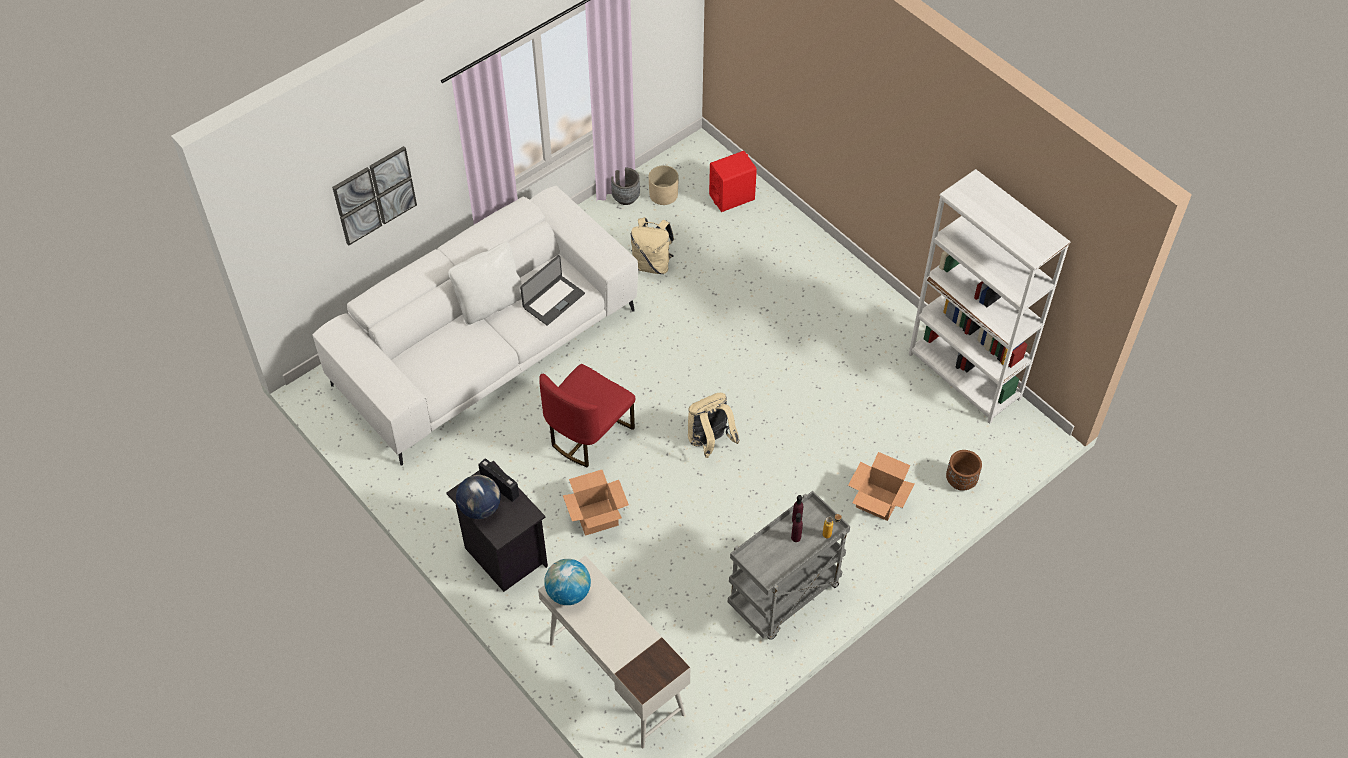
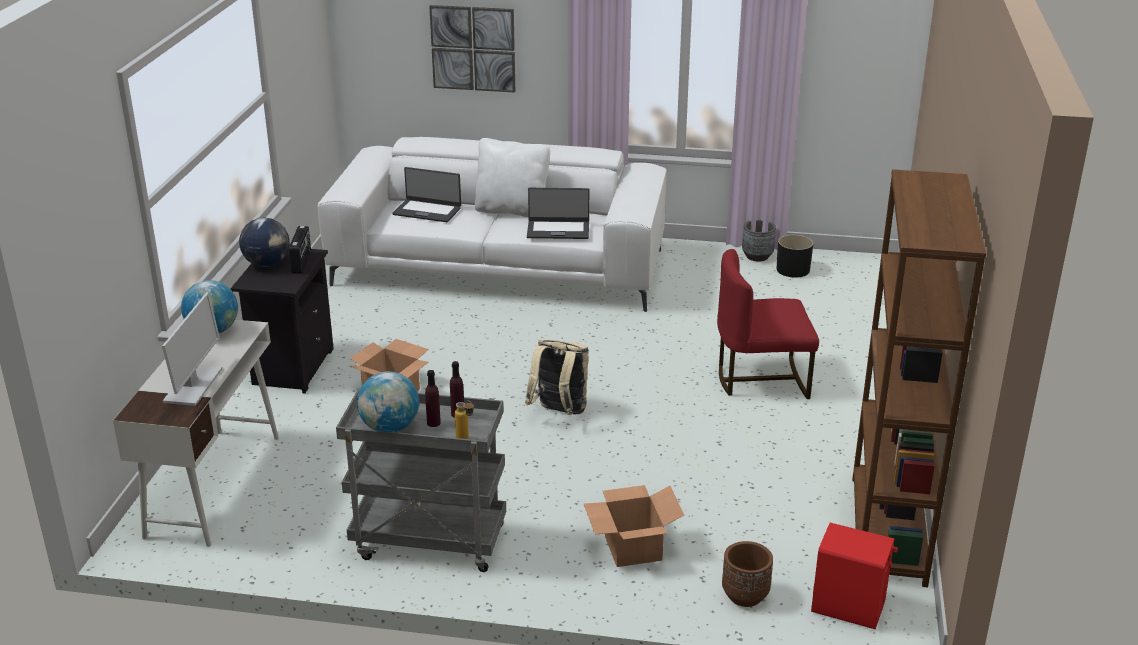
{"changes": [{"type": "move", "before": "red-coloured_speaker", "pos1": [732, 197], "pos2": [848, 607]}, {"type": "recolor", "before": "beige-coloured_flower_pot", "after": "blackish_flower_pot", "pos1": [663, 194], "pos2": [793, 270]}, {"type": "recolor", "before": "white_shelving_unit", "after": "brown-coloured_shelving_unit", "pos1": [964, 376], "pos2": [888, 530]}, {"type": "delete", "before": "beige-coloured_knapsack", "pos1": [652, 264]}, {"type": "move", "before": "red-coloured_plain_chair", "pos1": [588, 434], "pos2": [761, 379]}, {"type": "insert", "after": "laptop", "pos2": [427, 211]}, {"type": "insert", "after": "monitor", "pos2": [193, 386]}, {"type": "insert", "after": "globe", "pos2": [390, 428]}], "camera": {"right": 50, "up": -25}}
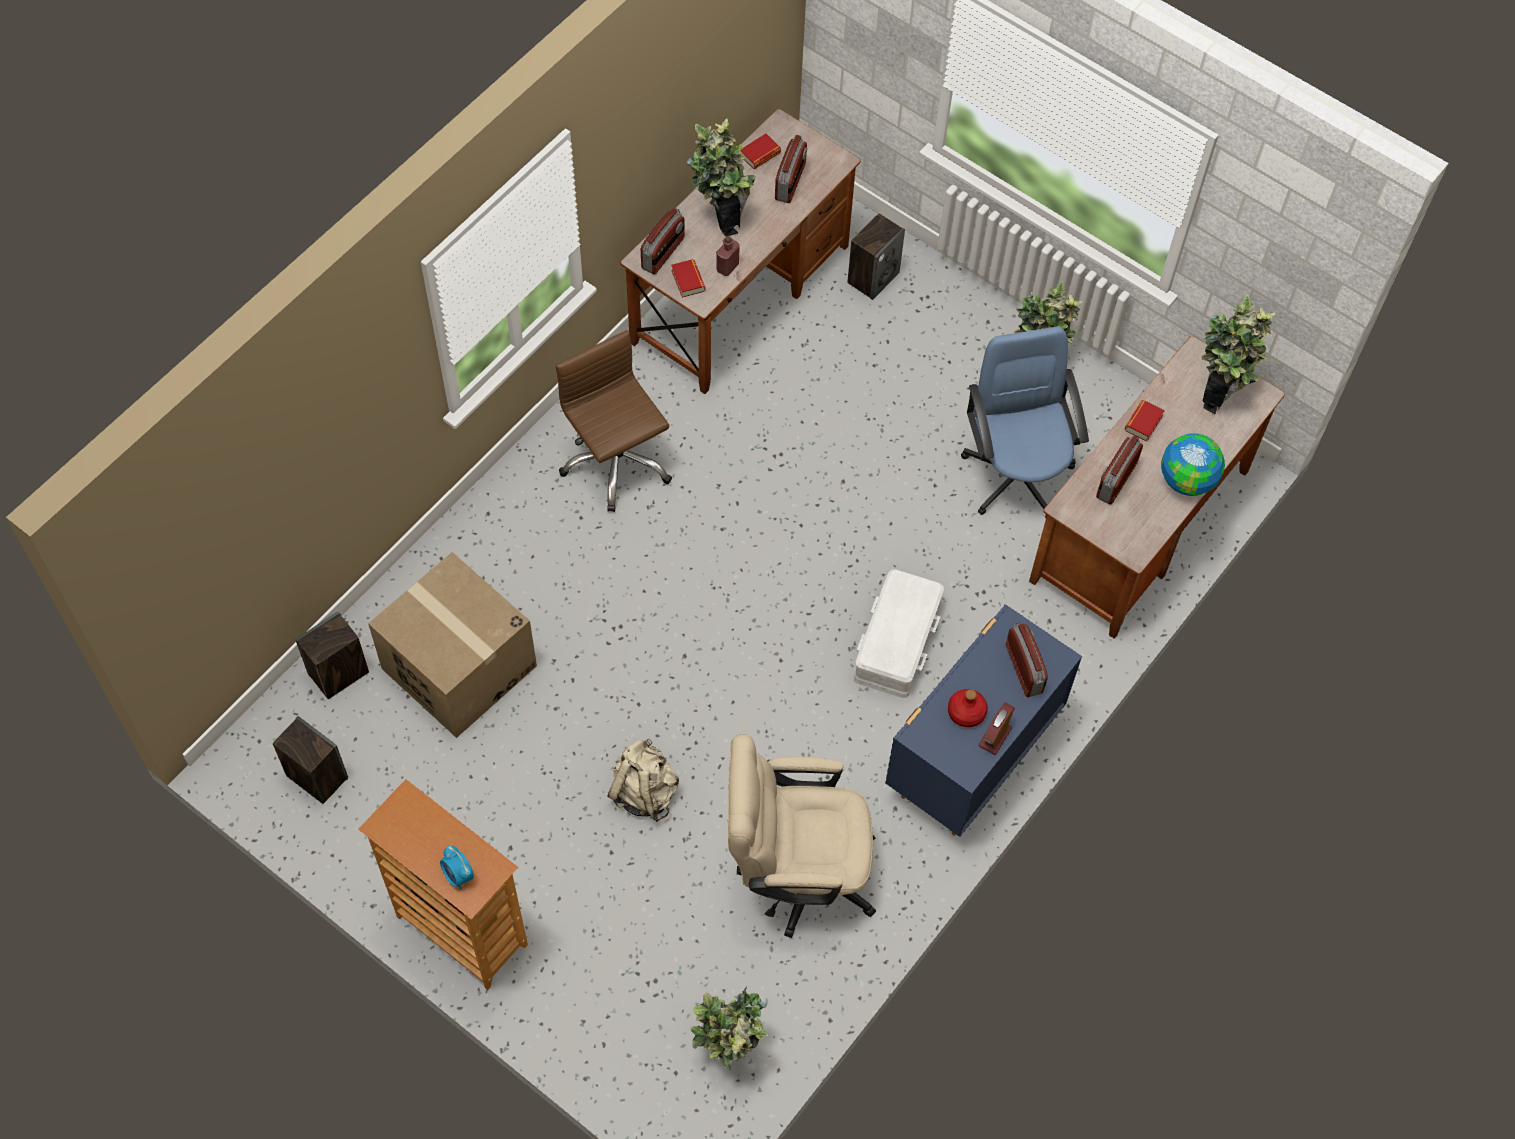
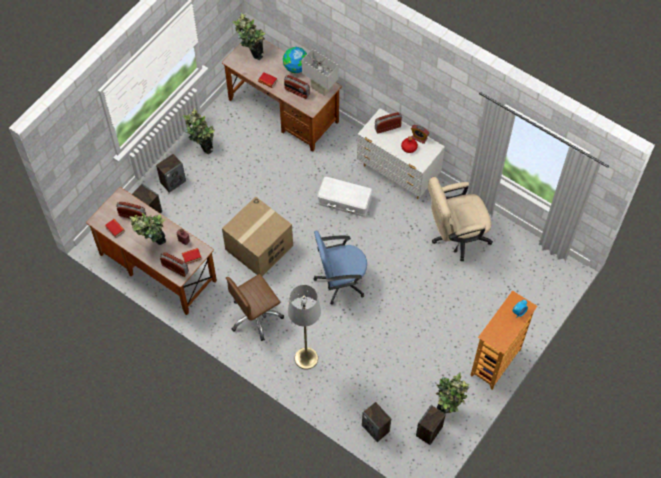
{"changes": [{"type": "move", "before": "blue-coloured_computer_chair", "pos1": [1017, 474], "pos2": [340, 281]}, {"type": "move", "before": "cardboard_box", "pos1": [458, 667], "pos2": [259, 247]}, {"type": "recolor", "before": "blue-coloured_chest_of_drawers", "after": "white_chest_of_drawers", "pos1": [971, 759], "pos2": [398, 174]}, {"type": "rotate", "before": "beige-coloured_computer_chair", "pos1": [795, 873], "pos2": [455, 236], "turn": 75}, {"type": "delete", "before": "beige-coloured_knapsack", "pos1": [644, 792]}, {"type": "move", "before": "potted_plant", "pos1": [729, 1052], "pos2": [448, 407]}, {"type": "insert", "after": "white_table_lamp", "pos2": [320, 88]}, {"type": "insert", "after": "speaker", "pos2": [173, 181]}, {"type": "insert", "after": "greyish_standard_lamp", "pos2": [306, 358]}], "camera": {"right": -90, "up": 0}}
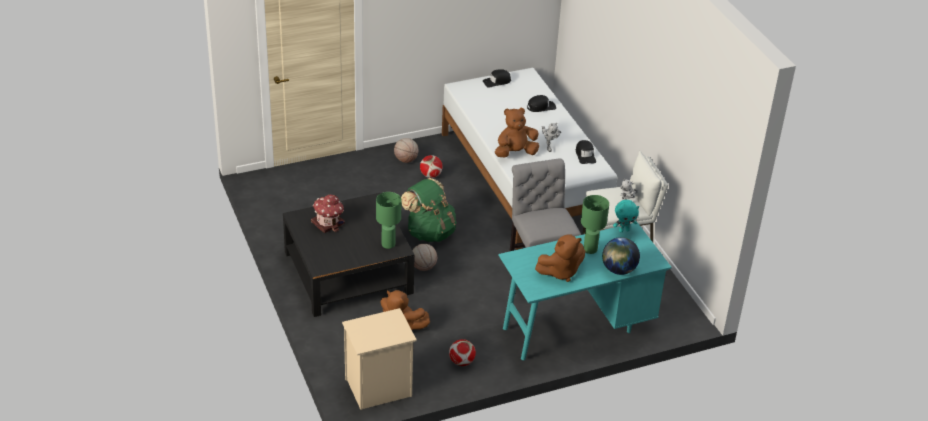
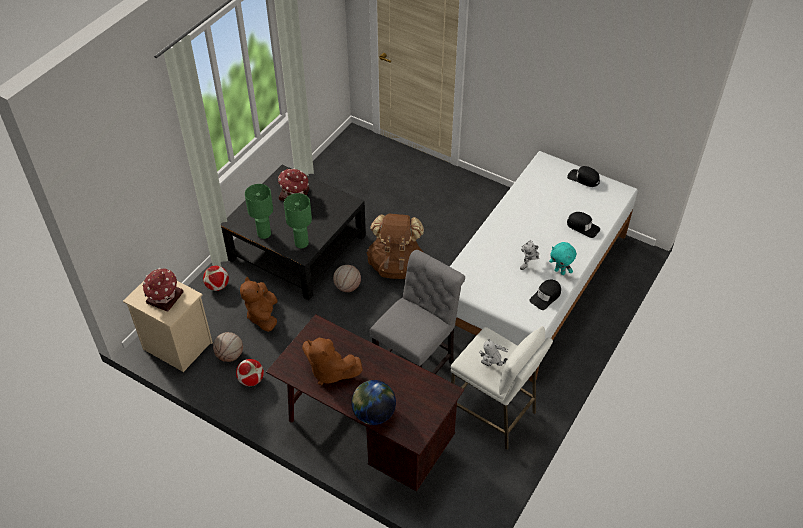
{"changes": [{"type": "delete", "before": "brown-coloured_plush_toy", "pos1": [515, 153]}, {"type": "move", "before": "basketball_ball", "pos1": [406, 160], "pos2": [230, 355]}, {"type": "move", "before": "football_ball", "pos1": [431, 175], "pos2": [217, 286]}, {"type": "recolor", "before": "green_knapsack", "after": "brown-coloured_knapsack", "pos1": [429, 232], "pos2": [396, 265]}, {"type": "move", "before": "green_table_lamp", "pos1": [590, 250], "pos2": [264, 234]}, {"type": "move", "before": "turquoise-coloured_plush_toy", "pos1": [624, 230], "pos2": [560, 271]}, {"type": "recolor", "before": "turquoise-coloured_desk_table", "after": "brown-coloured_desk_table", "pos1": [576, 328], "pos2": [366, 436]}, {"type": "insert", "after": "miniature_house", "pos2": [164, 298]}], "camera": {"right": 55, "up": 10}}
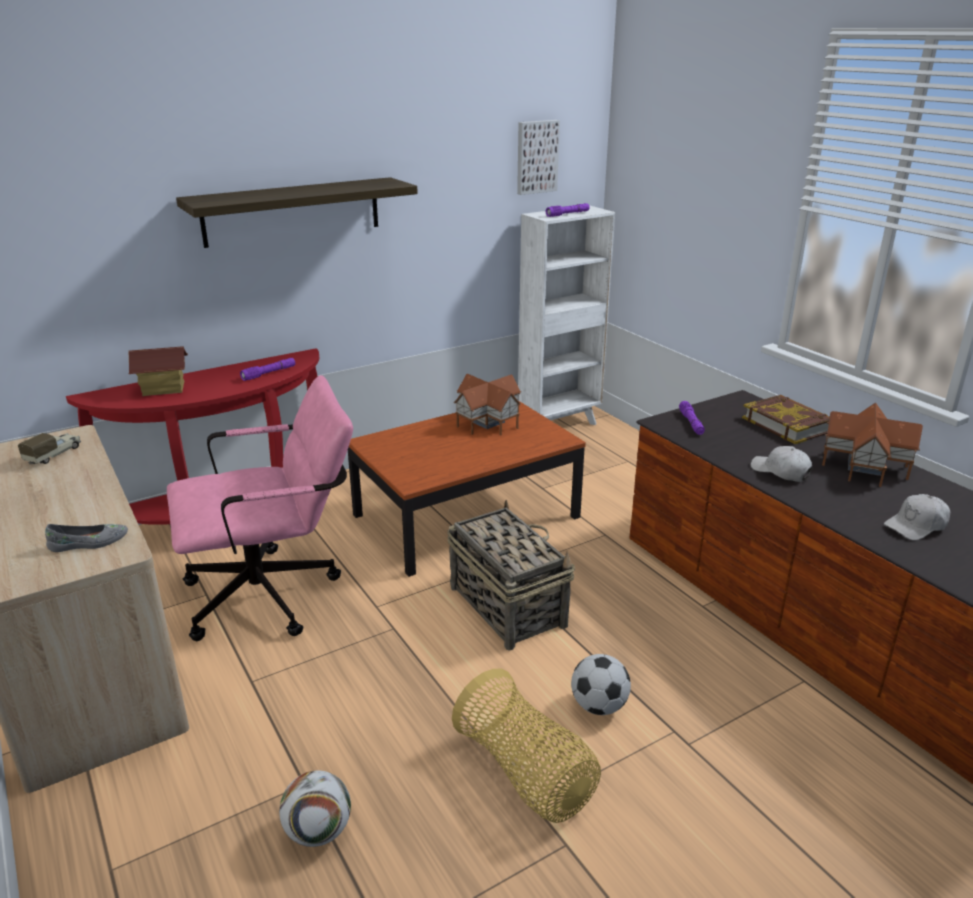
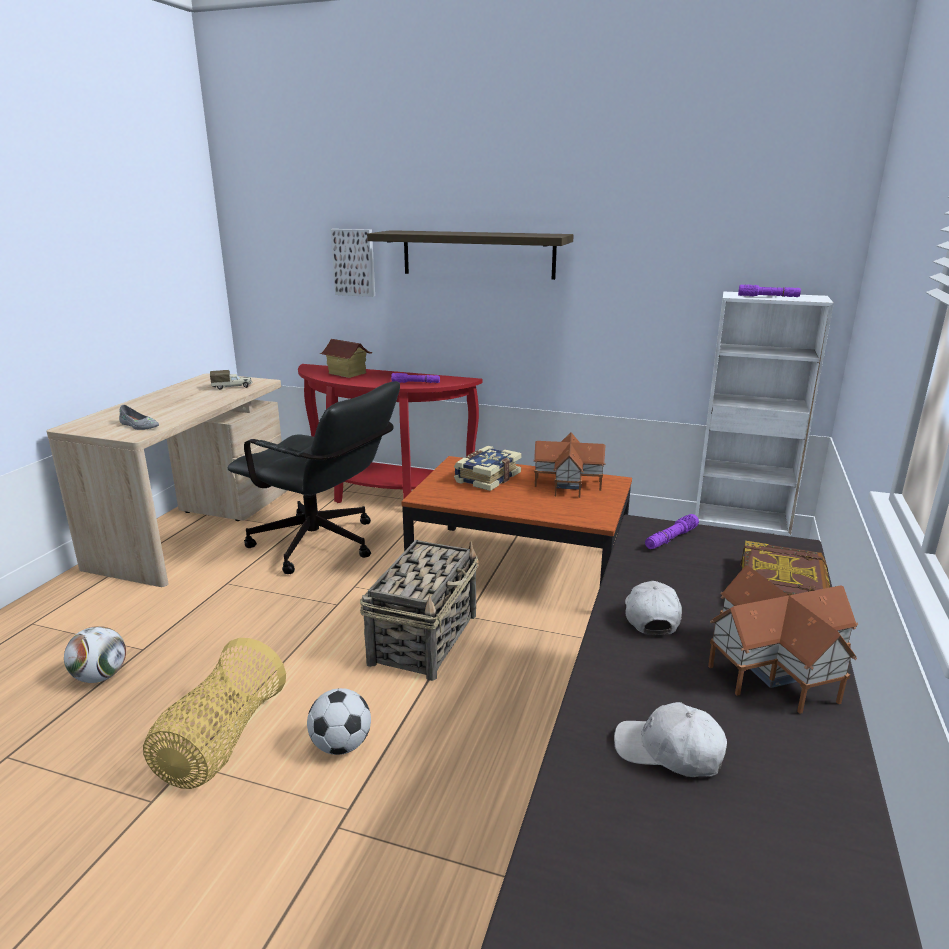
{"changes": [{"type": "move", "before": "wall_picture", "pos1": [536, 157], "pos2": [354, 262]}, {"type": "recolor", "before": "pink-coloured_computer_chair", "after": "blackish_computer_chair", "pos1": [275, 593], "pos2": [324, 546]}, {"type": "insert", "after": "bound_book", "pos2": [486, 478]}], "camera": {"right": 50, "up": -5}}
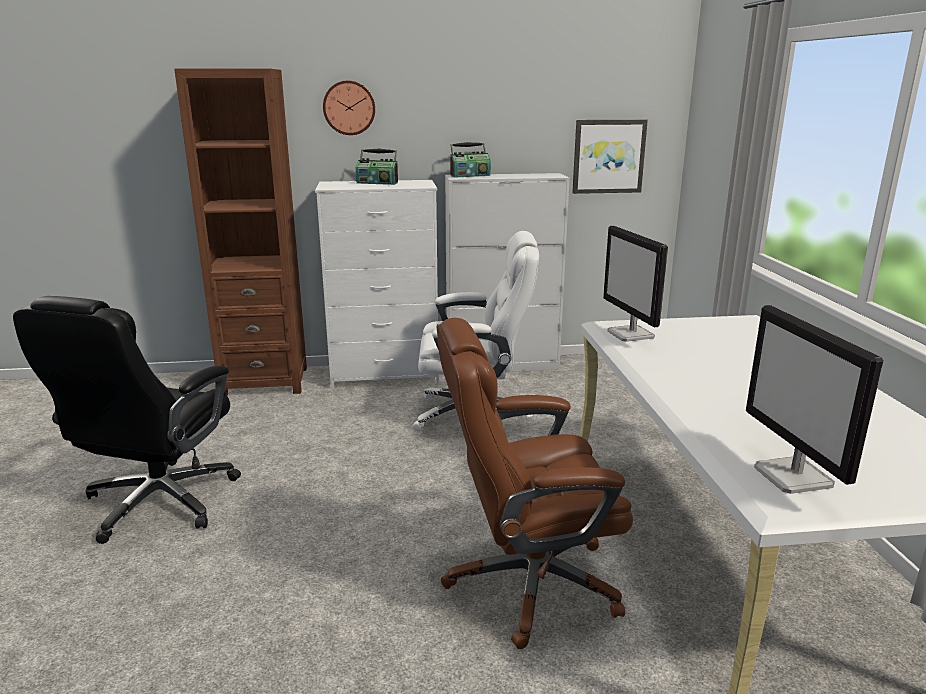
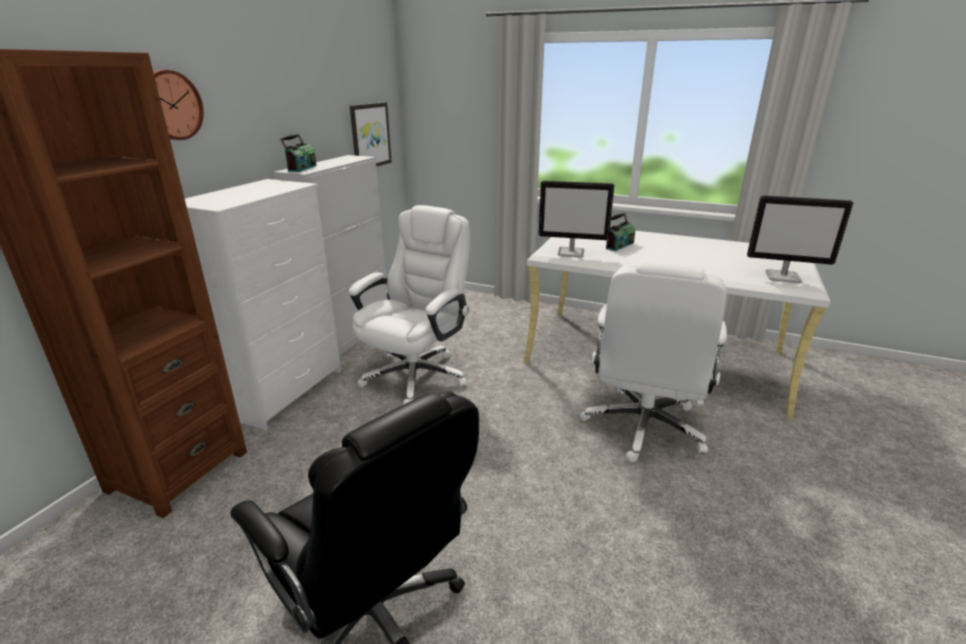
{"changes": [{"type": "move", "before": "radio_receiver", "pos1": [377, 183], "pos2": [619, 245]}, {"type": "recolor", "before": "brown-coloured_computer_chair", "after": "white_computer_chair", "pos1": [528, 582], "pos2": [643, 427]}], "camera": {"right": -60, "up": 5}}
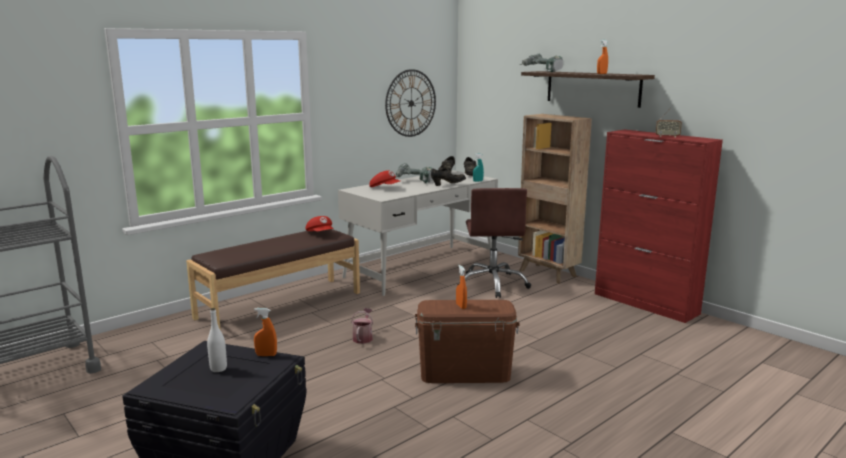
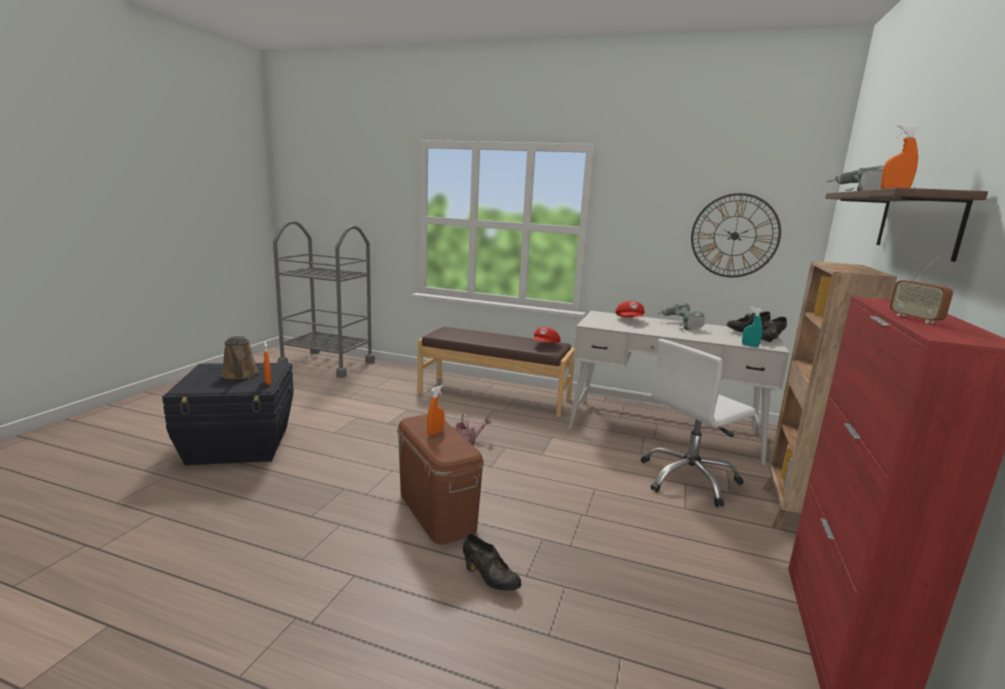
{"changes": [{"type": "move", "before": "blackish_low_shoe", "pos1": [448, 184], "pos2": [490, 579]}, {"type": "recolor", "before": "brown-coloured_computer_chair", "after": "white_computer_chair", "pos1": [493, 284], "pos2": [689, 479]}, {"type": "replace", "before": "white_drink_bottle", "after": "brown-coloured_watering_pot", "pos1": [218, 368], "pos2": [240, 375]}], "camera": {"right": 60, "up": 0}}
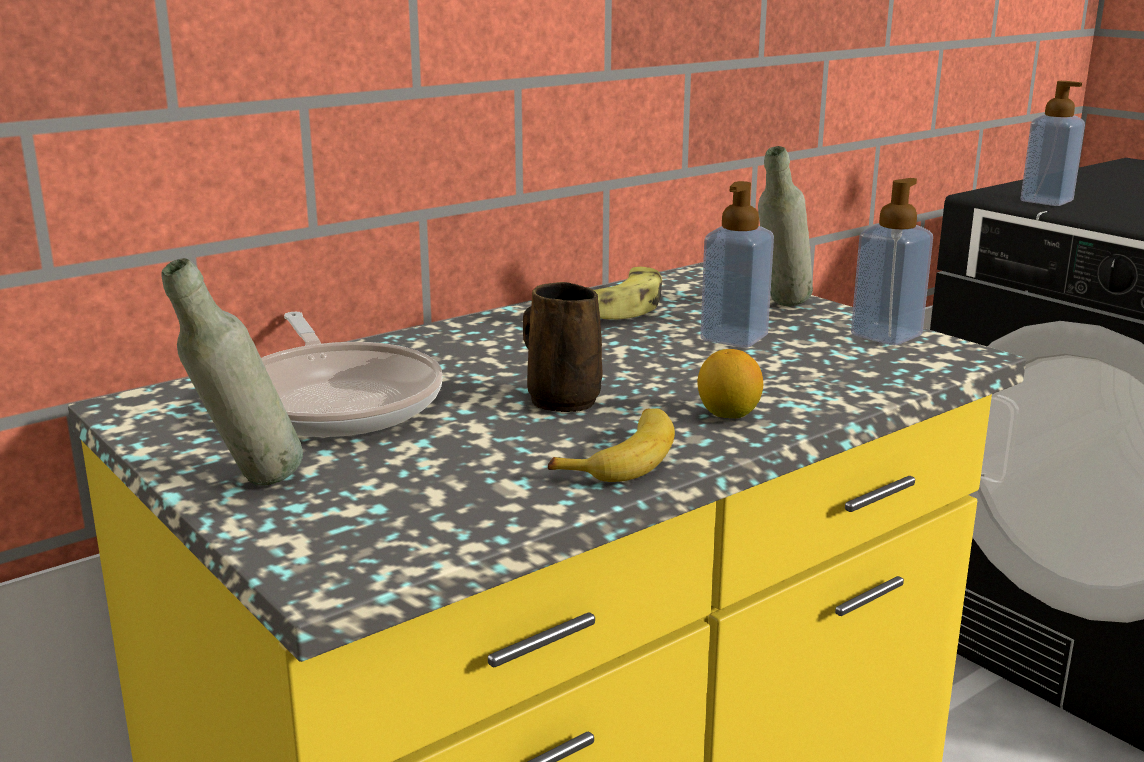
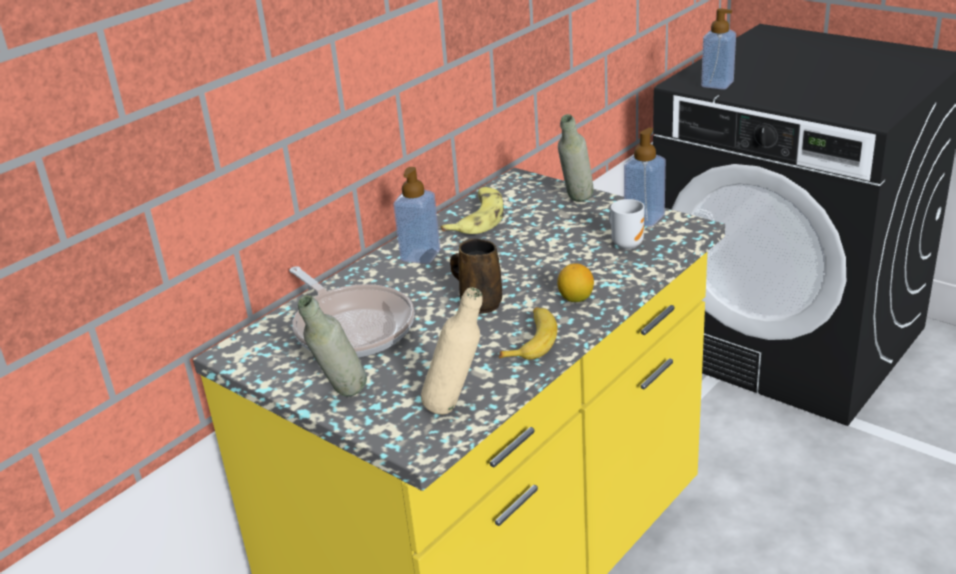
{"changes": [{"type": "move", "before": "soap_dispenser", "pos1": [734, 338], "pos2": [420, 255]}, {"type": "insert", "after": "mug", "pos2": [626, 244]}, {"type": "insert", "after": "beige-coloured_drink_bottle", "pos2": [456, 408]}], "camera": {"right": -10, "up": 10}}
